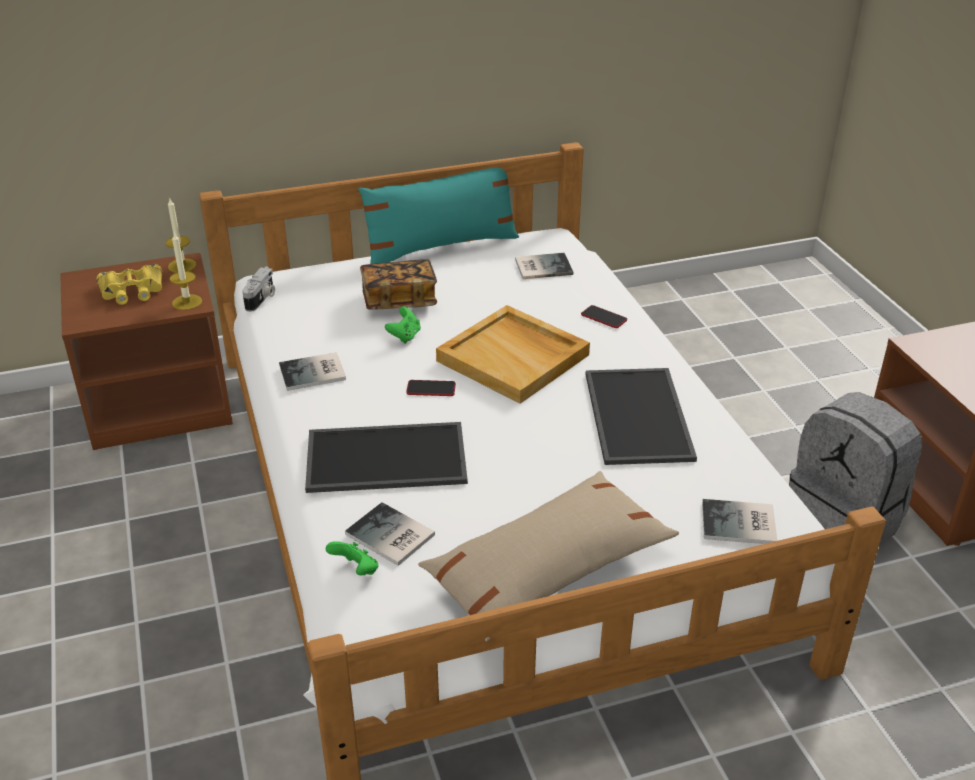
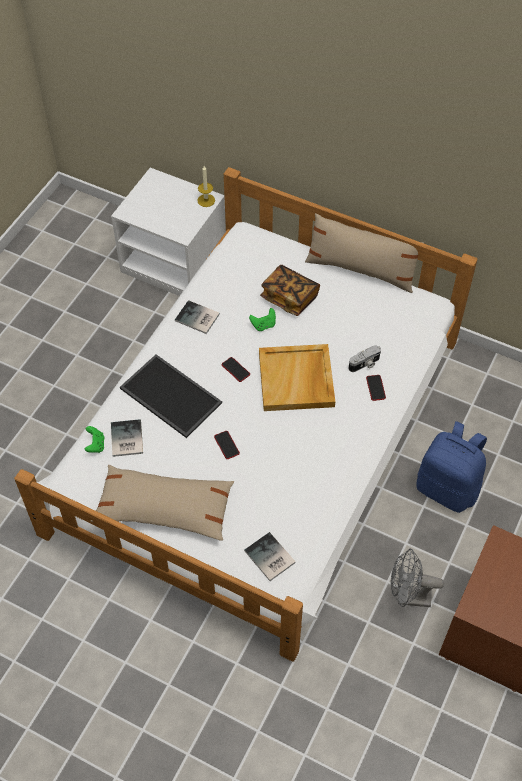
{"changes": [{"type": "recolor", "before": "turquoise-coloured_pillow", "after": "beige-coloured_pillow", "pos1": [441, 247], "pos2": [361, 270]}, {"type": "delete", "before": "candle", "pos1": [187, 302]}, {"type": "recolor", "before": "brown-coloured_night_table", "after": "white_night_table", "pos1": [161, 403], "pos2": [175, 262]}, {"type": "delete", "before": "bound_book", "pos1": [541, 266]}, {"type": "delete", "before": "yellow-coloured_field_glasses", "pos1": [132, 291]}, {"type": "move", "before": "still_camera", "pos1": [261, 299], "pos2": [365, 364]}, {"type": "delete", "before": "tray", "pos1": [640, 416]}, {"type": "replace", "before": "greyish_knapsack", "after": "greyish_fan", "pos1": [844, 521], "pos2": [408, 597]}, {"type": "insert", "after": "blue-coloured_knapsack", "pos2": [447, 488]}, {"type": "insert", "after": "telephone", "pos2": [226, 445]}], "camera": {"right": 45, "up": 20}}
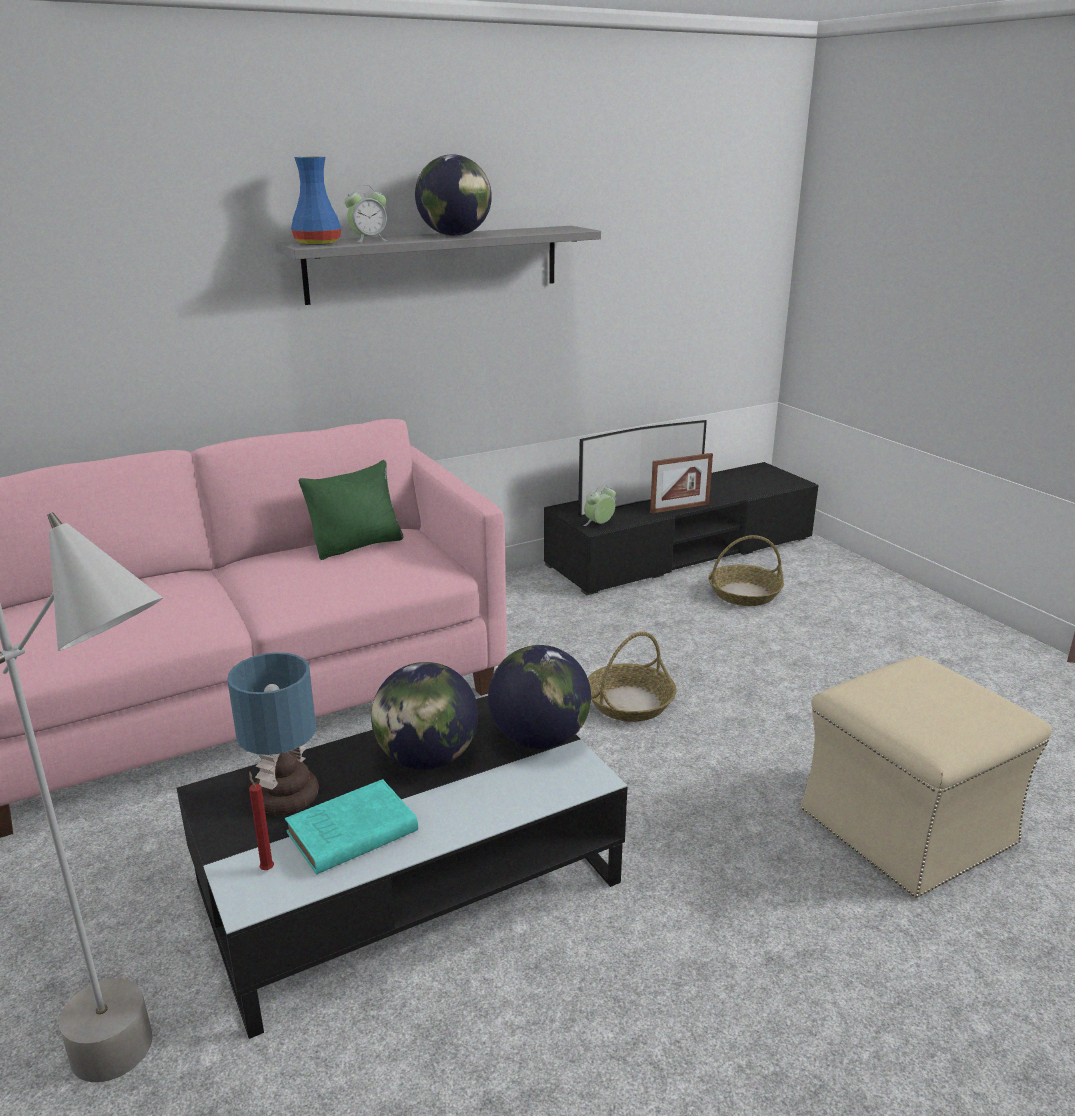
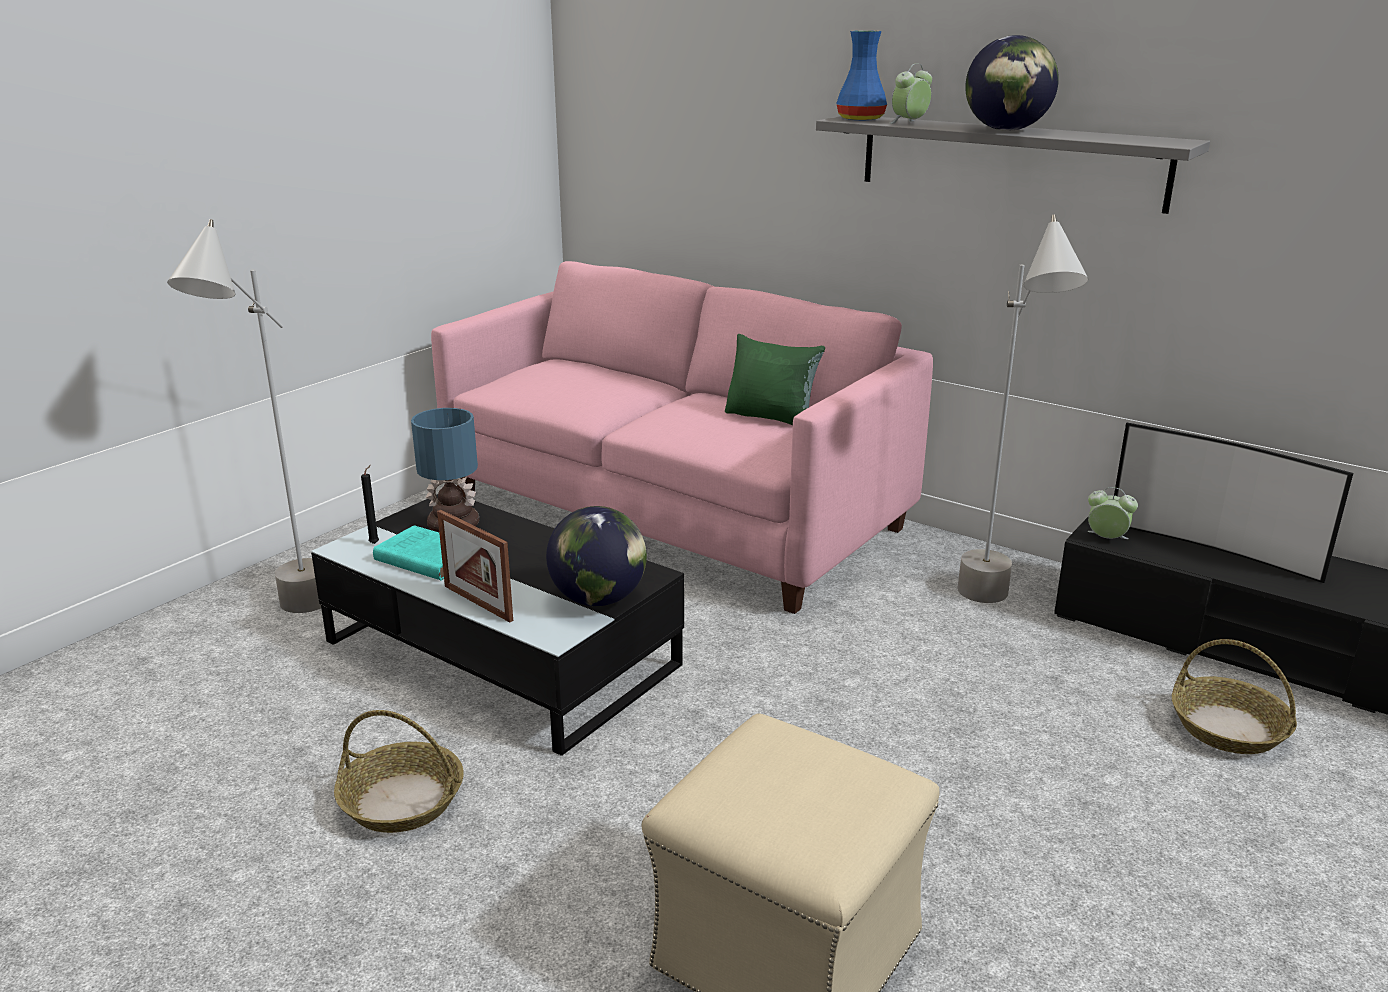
{"changes": [{"type": "rotate", "before": "table_clock", "pos1": [368, 240], "pos2": [909, 123], "turn": 105}, {"type": "move", "before": "photo_frame", "pos1": [679, 508], "pos2": [478, 603]}, {"type": "move", "before": "basket", "pos1": [629, 702], "pos2": [403, 801]}, {"type": "delete", "before": "globe", "pos1": [426, 759]}, {"type": "recolor", "before": "red-coloured_candle", "after": "blackish_candle", "pos1": [266, 868], "pos2": [375, 543]}, {"type": "insert", "after": "greyish_standard_lamp", "pos2": [994, 612]}], "camera": {"right": 65, "up": 0}}
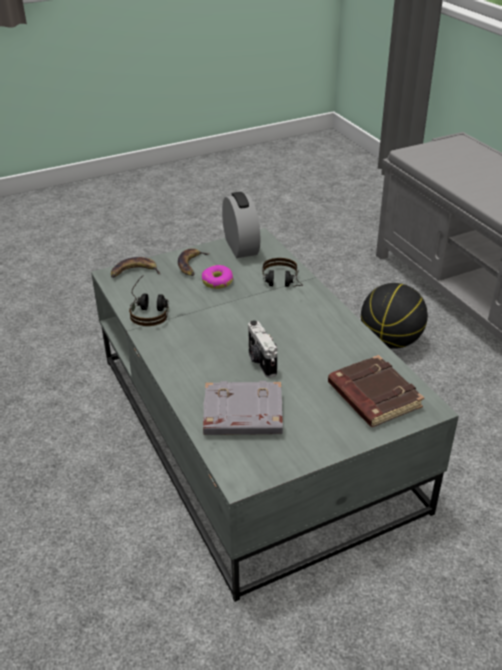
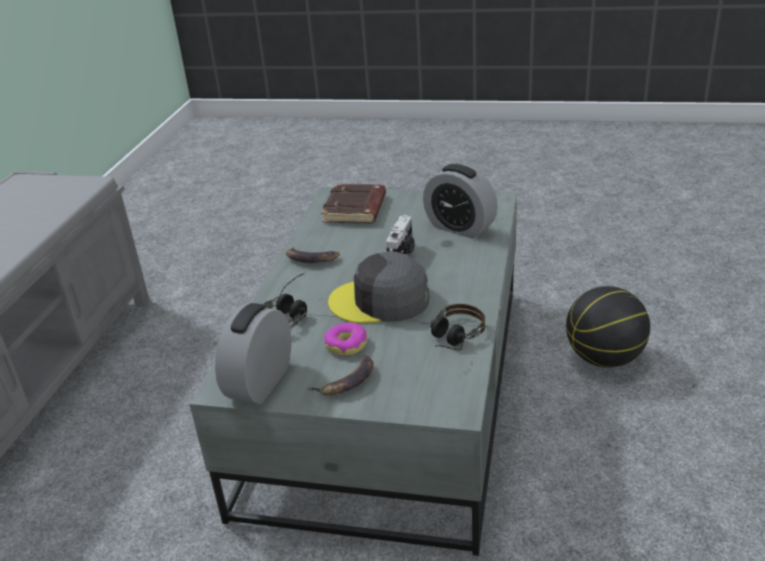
{"changes": [{"type": "move", "before": "banana", "pos1": [134, 272], "pos2": [311, 258]}, {"type": "move", "before": "basketball_ball", "pos1": [391, 341], "pos2": [603, 358]}, {"type": "replace", "before": "greyish_bound_book", "after": "table_clock", "pos1": [242, 415], "pos2": [460, 227]}, {"type": "insert", "after": "greyish_baseball_cap", "pos2": [380, 301]}], "camera": {"right": -140, "up": -5}}
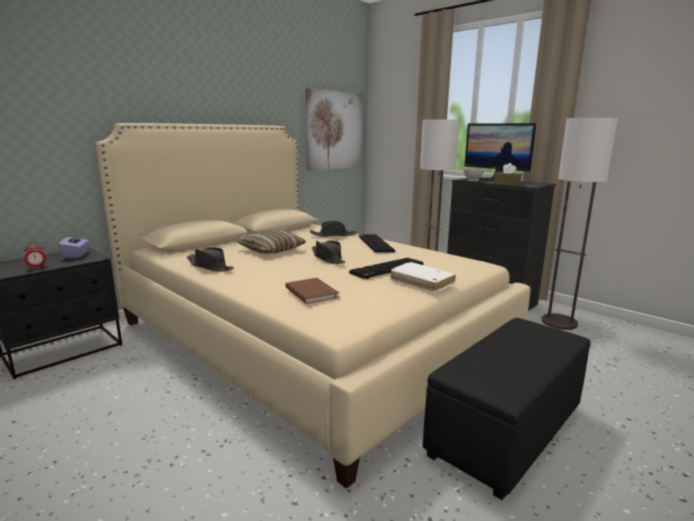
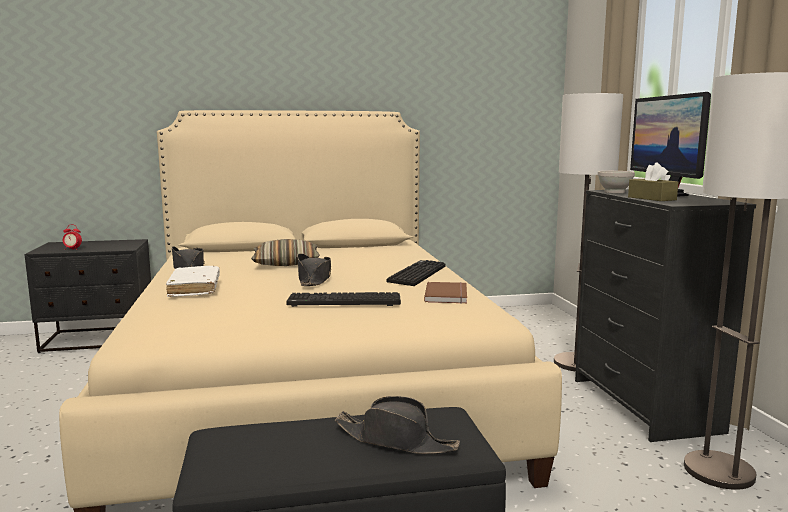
{"changes": [{"type": "delete", "before": "wall_picture", "pos1": [334, 131]}, {"type": "move", "before": "blackish_clothing_hat", "pos1": [333, 235], "pos2": [396, 440]}, {"type": "delete", "before": "purplish_box_of_tissues", "pos1": [76, 255]}, {"type": "move", "before": "white_bound_book", "pos1": [421, 283], "pos2": [194, 288]}, {"type": "move", "before": "brown-coloured_bound_book", "pos1": [313, 292], "pos2": [448, 295]}], "camera": {"right": 35, "up": -5}}
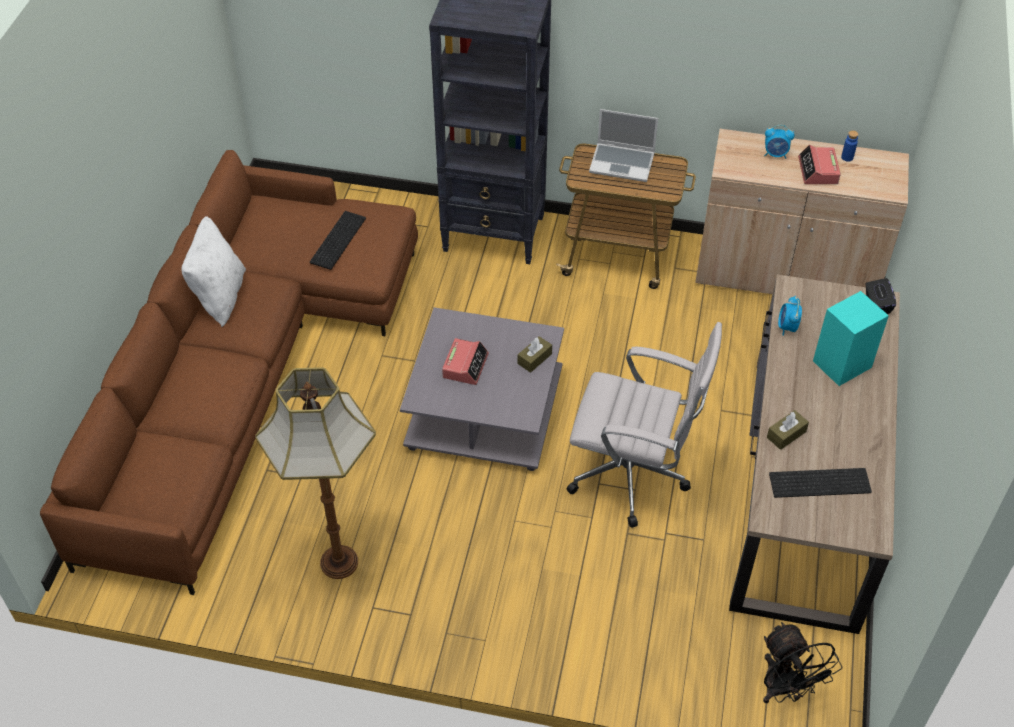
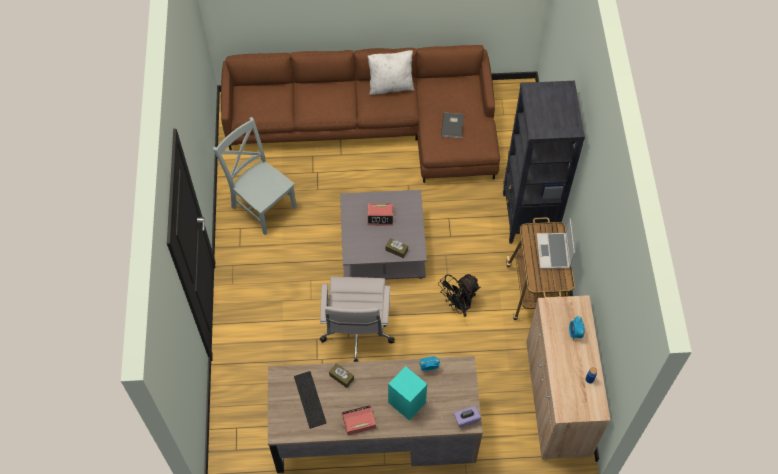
{"changes": [{"type": "move", "before": "table_clock", "pos1": [818, 171], "pos2": [358, 420]}, {"type": "replace", "before": "keyboard", "after": "greyish_bound_book", "pos1": [337, 239], "pos2": [453, 126]}, {"type": "recolor", "before": "blackish_box_of_tissues", "after": "purplish_box_of_tissues", "pos1": [877, 304], "pos2": [466, 419]}, {"type": "replace", "before": "standard_lamp", "after": "greyish_plain_chair", "pos1": [338, 563], "pos2": [262, 205]}, {"type": "move", "before": "blackish_fan", "pos1": [785, 689], "pos2": [458, 305]}], "camera": {"right": 75, "up": 10}}
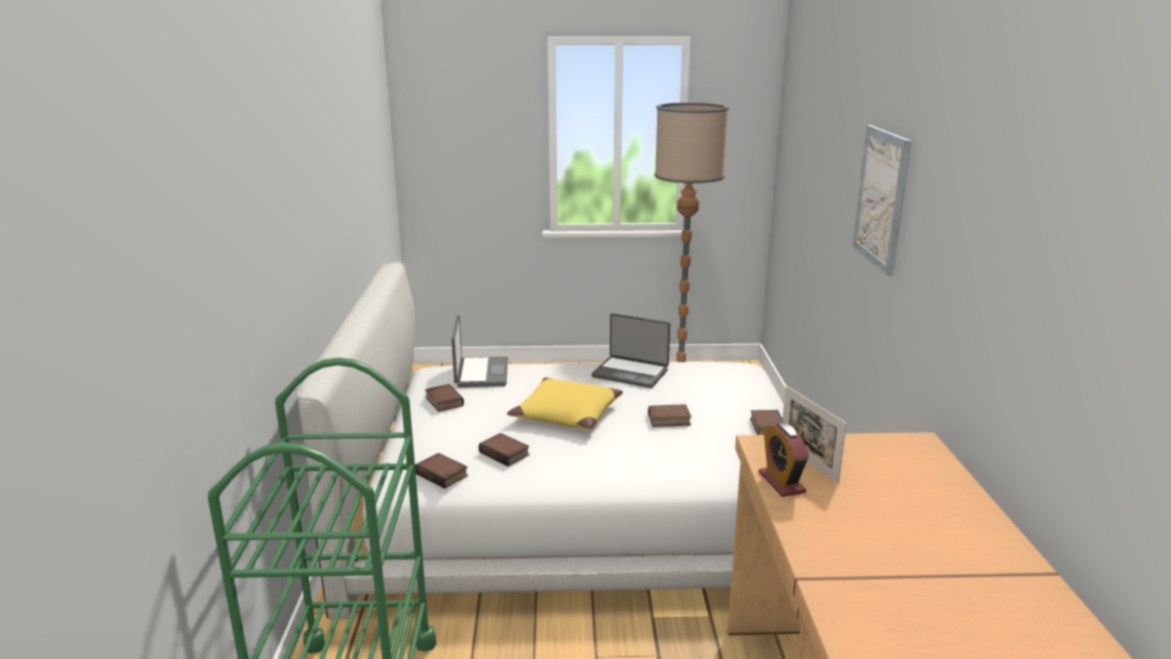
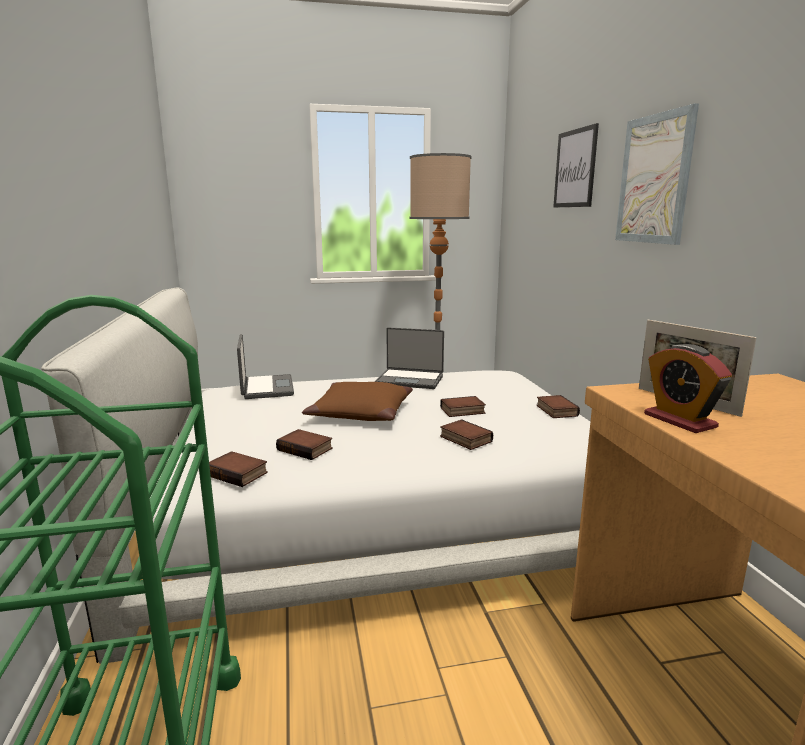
{"changes": [{"type": "recolor", "before": "yellow-coloured_pillow", "after": "brown-coloured_pillow", "pos1": [566, 415], "pos2": [360, 413]}, {"type": "move", "before": "bound_book", "pos1": [443, 401], "pos2": [464, 439]}, {"type": "insert", "after": "wall_picture", "pos2": [575, 168]}], "camera": {"right": -10, "up": -5}}
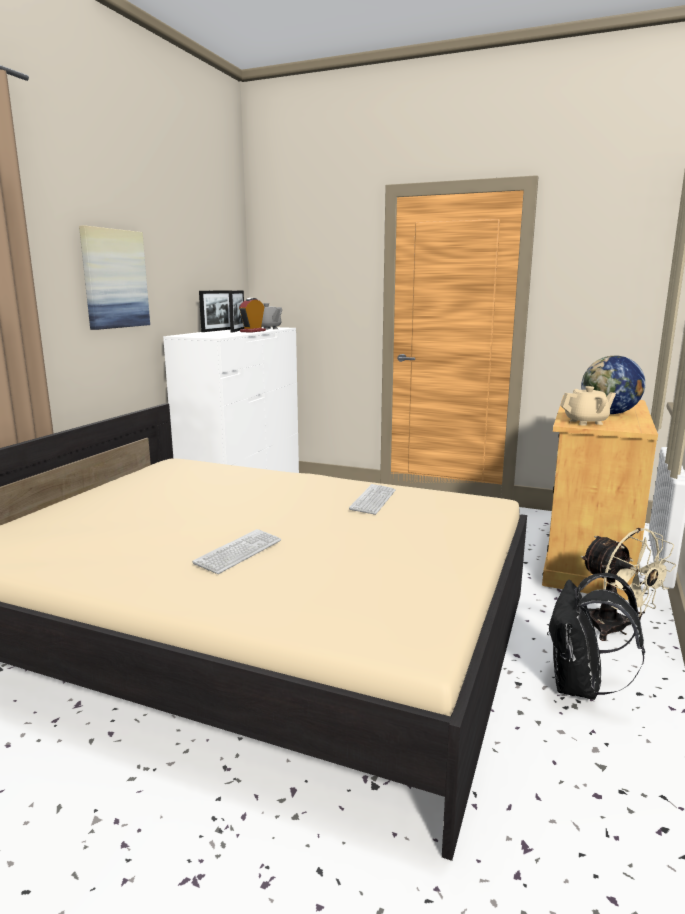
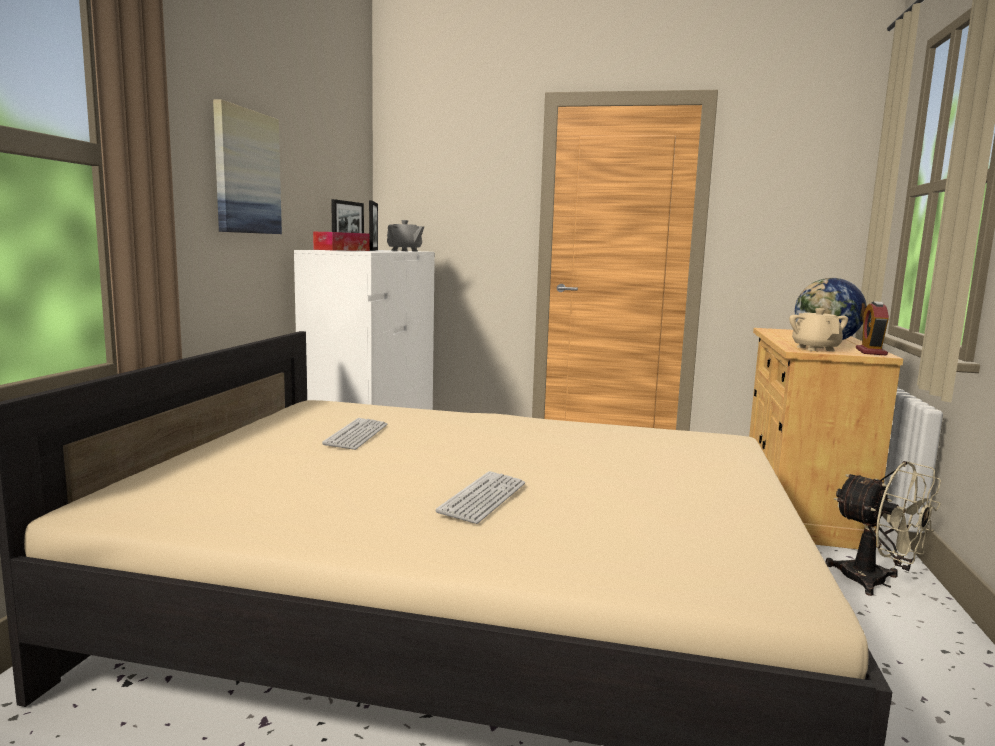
{"changes": [{"type": "move", "before": "table_clock", "pos1": [253, 331], "pos2": [871, 352]}, {"type": "rotate", "before": "beige-coloured_tea_pot", "pos1": [586, 422], "pos2": [815, 349], "turn": -75}, {"type": "move", "before": "keyboard", "pos1": [373, 500], "pos2": [356, 435]}, {"type": "delete", "before": "blackish_knapsack", "pos1": [580, 687]}, {"type": "insert", "after": "box_of_tissues", "pos2": [342, 250]}], "camera": {"right": -10, "up": -5}}
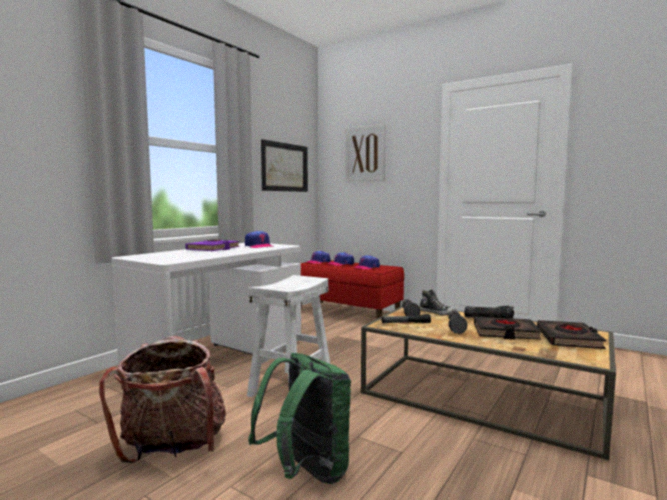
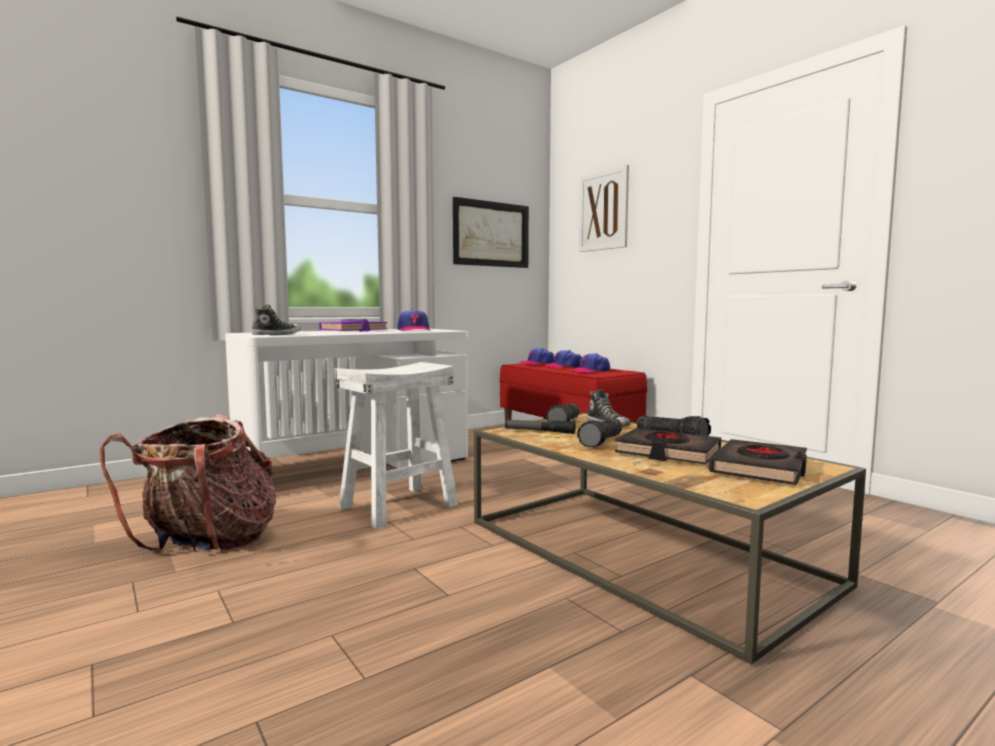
{"changes": [{"type": "delete", "before": "green_knapsack", "pos1": [306, 472]}, {"type": "insert", "after": "low_shoe", "pos2": [276, 335]}], "camera": {"right": 20, "up": 0}}
